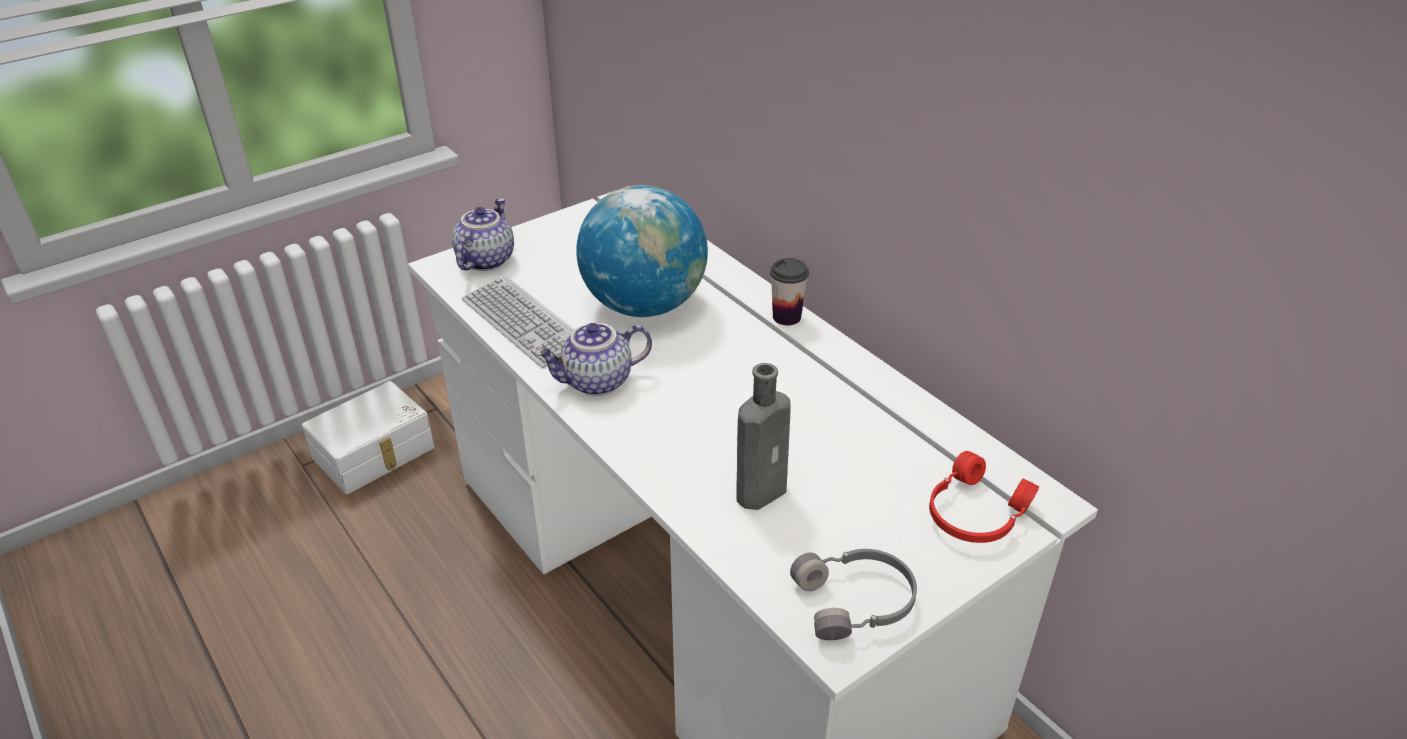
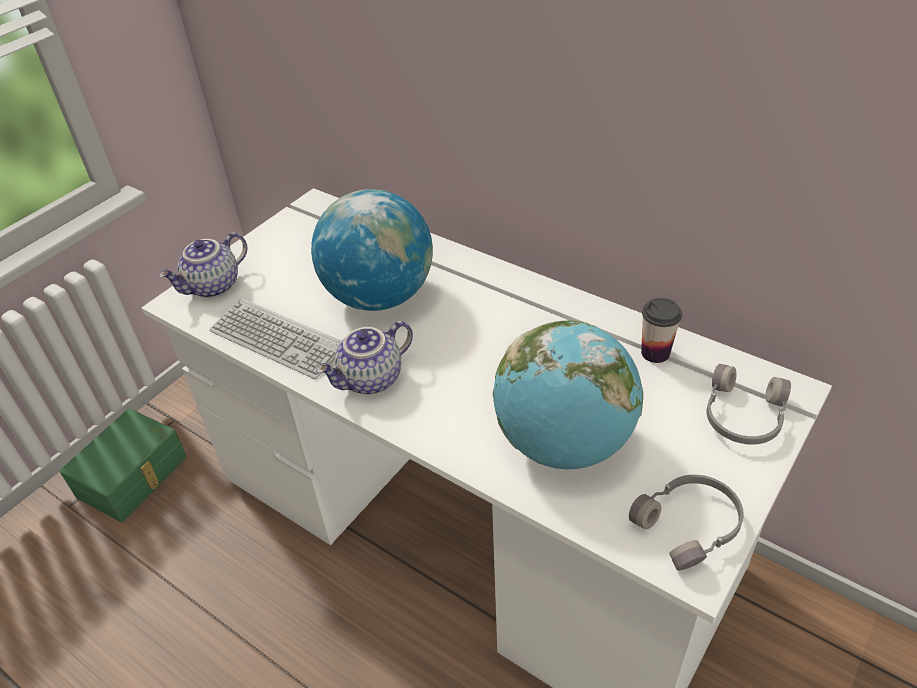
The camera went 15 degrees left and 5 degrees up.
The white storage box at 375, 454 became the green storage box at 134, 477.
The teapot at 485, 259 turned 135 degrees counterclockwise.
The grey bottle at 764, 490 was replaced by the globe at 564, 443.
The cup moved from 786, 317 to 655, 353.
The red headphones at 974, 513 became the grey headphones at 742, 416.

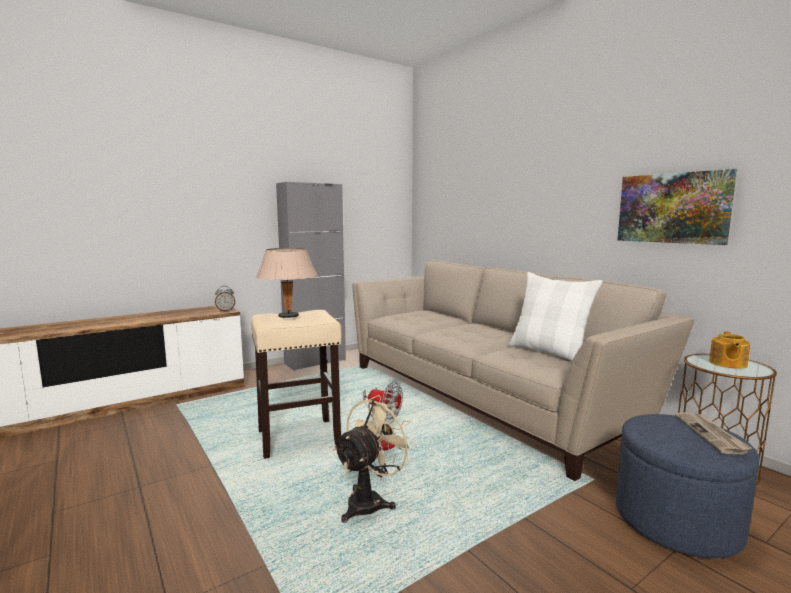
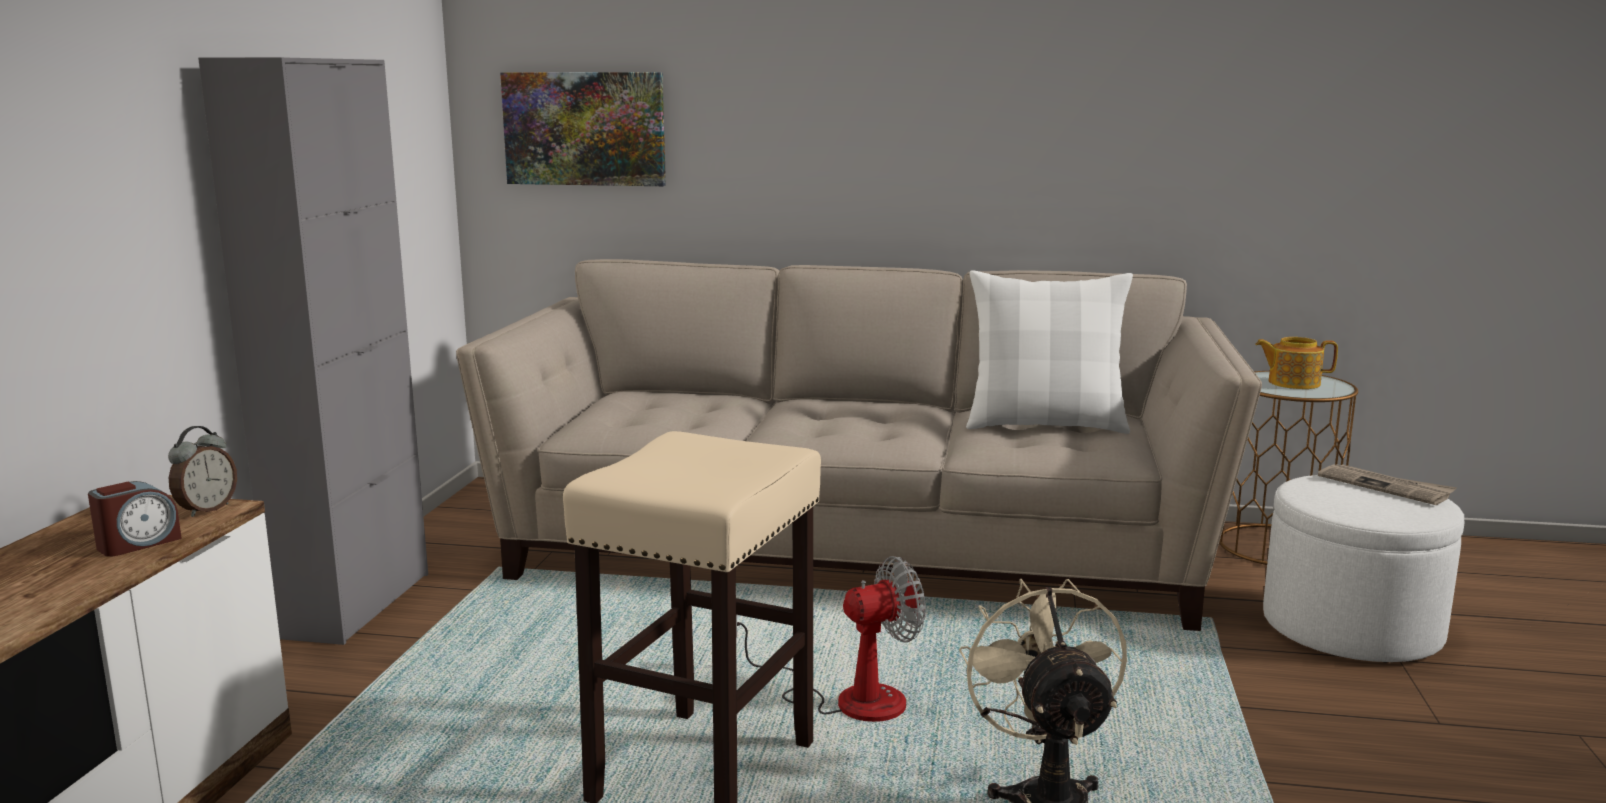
The camera went 45 degrees left and 5 degrees up.
The beige table lamp at 288, 316 disappeared.
The blue ottoman at 676, 521 became the white ottoman at 1351, 628.
The picture moved from 672, 208 to 585, 129.
The teapot at 727, 363 turned 120 degrees clockwise.
The alarm clock at 138, 543 appeared.

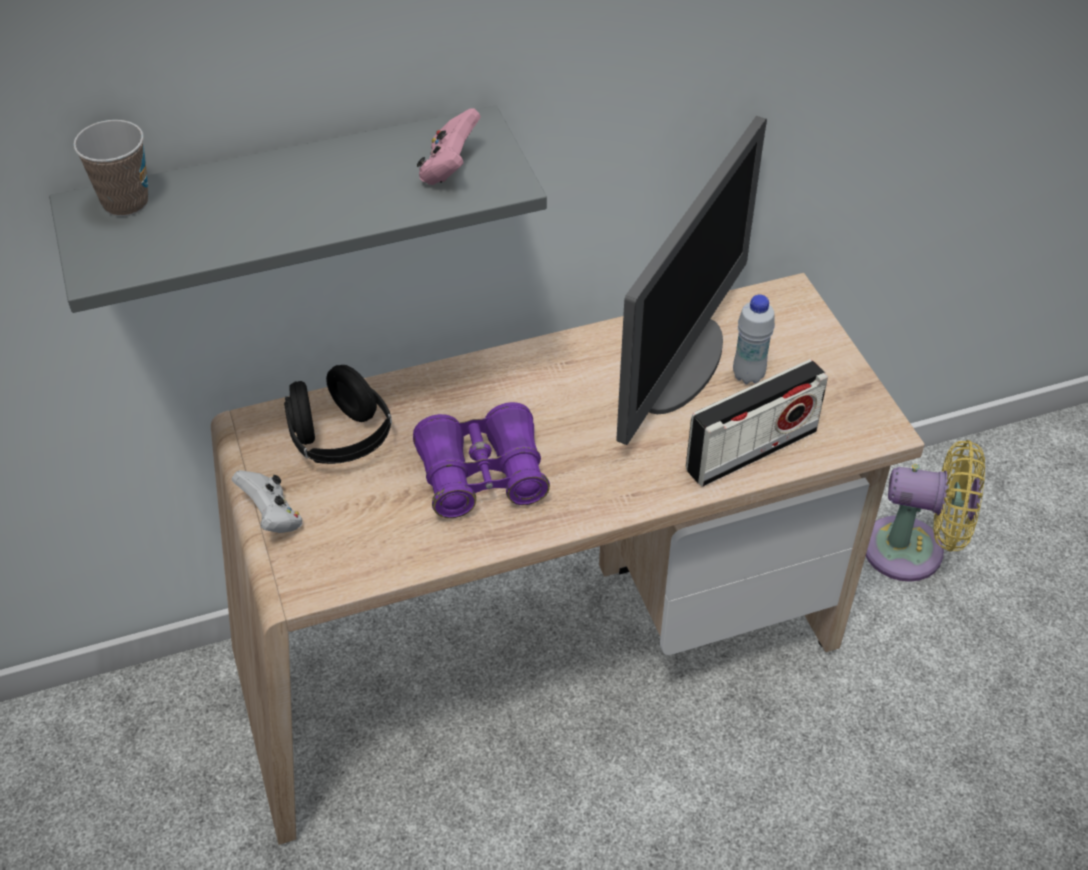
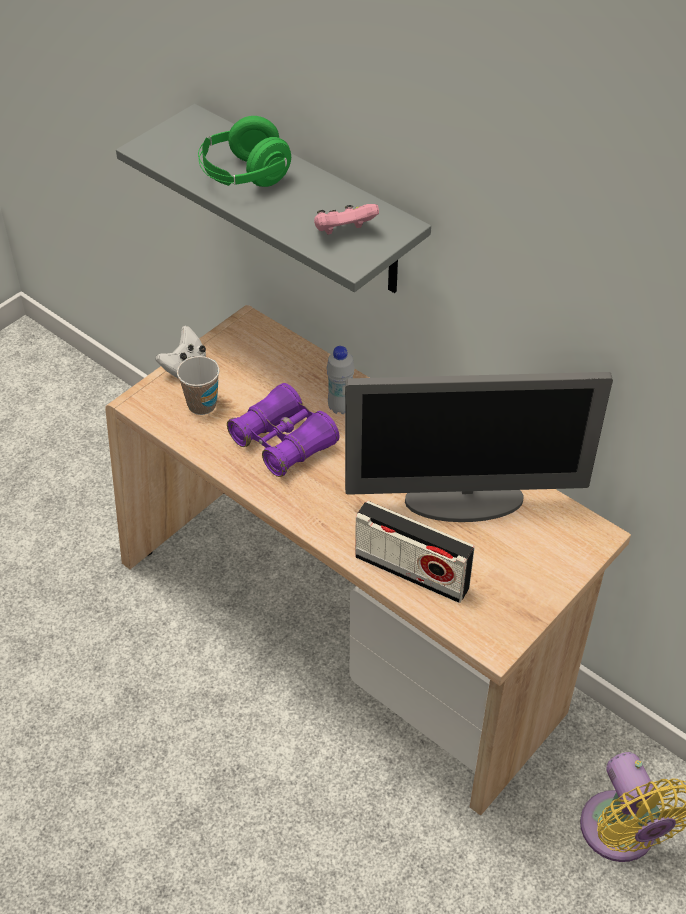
The camera went 60 degrees right and 0 degrees up.
The cup moved from 125, 203 to 202, 405.
The black headphones at 340, 440 disappeared.
The white bottle moved from 748, 375 to 340, 407.
The green headphones at 244, 176 appeared.

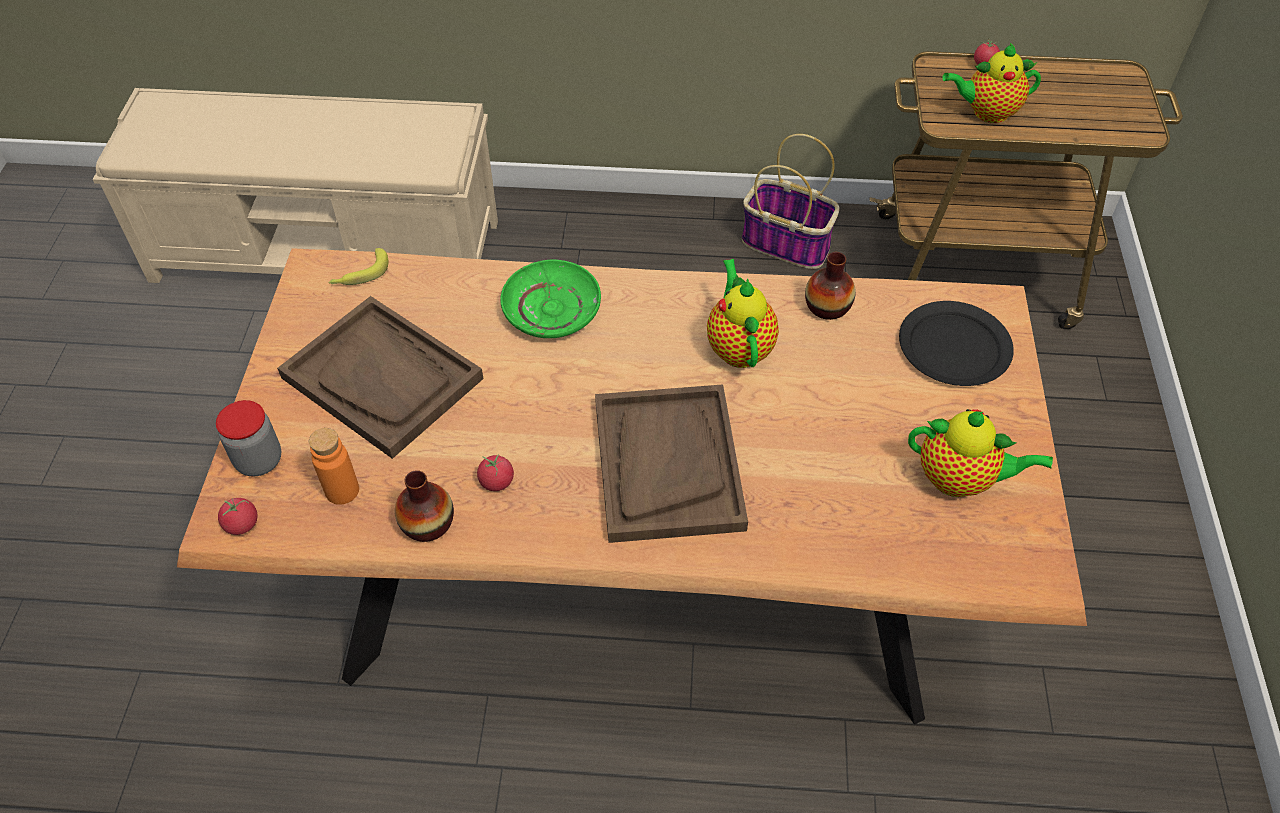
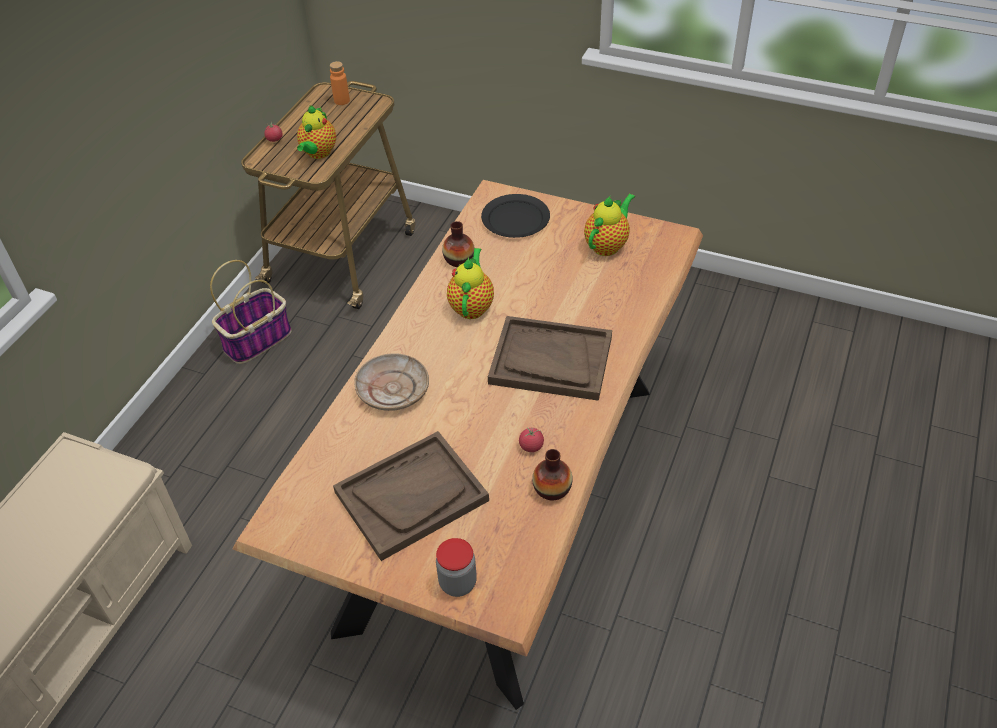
The camera went 70 degrees left and 5 degrees down.
The tomato at 242, 524 disappeared.
The orange bottle moved from 342, 490 to 342, 101.
The banana at 360, 274 disappeared.
The green plate at 552, 309 became the beige plate at 392, 389.
The teapot at 739, 347 turned 90 degrees clockwise.

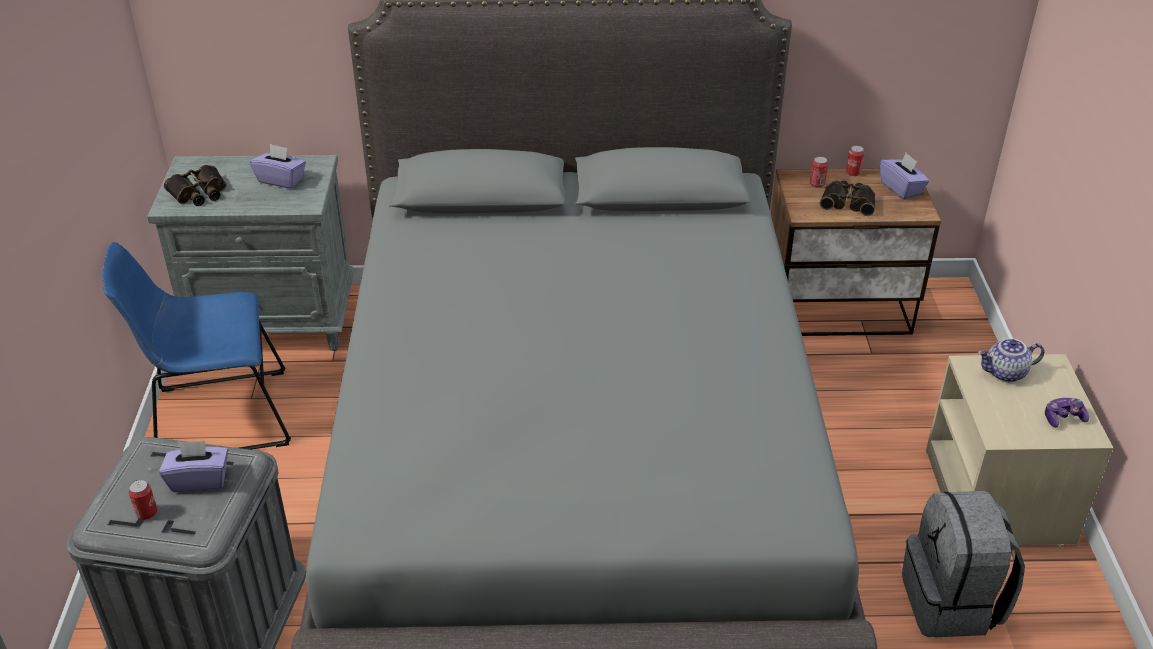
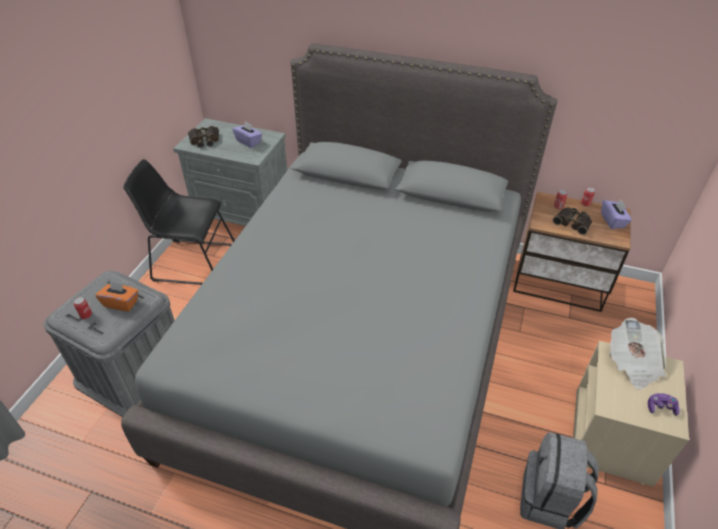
The camera went 20 degrees right and 5 degrees up.
The blue chair at 215, 417 became the black chair at 191, 262.
The purple tissue box at 199, 480 became the orange tissue box at 121, 303.
The teapot at 1005, 374 was replaced by the newspaper at 633, 364.

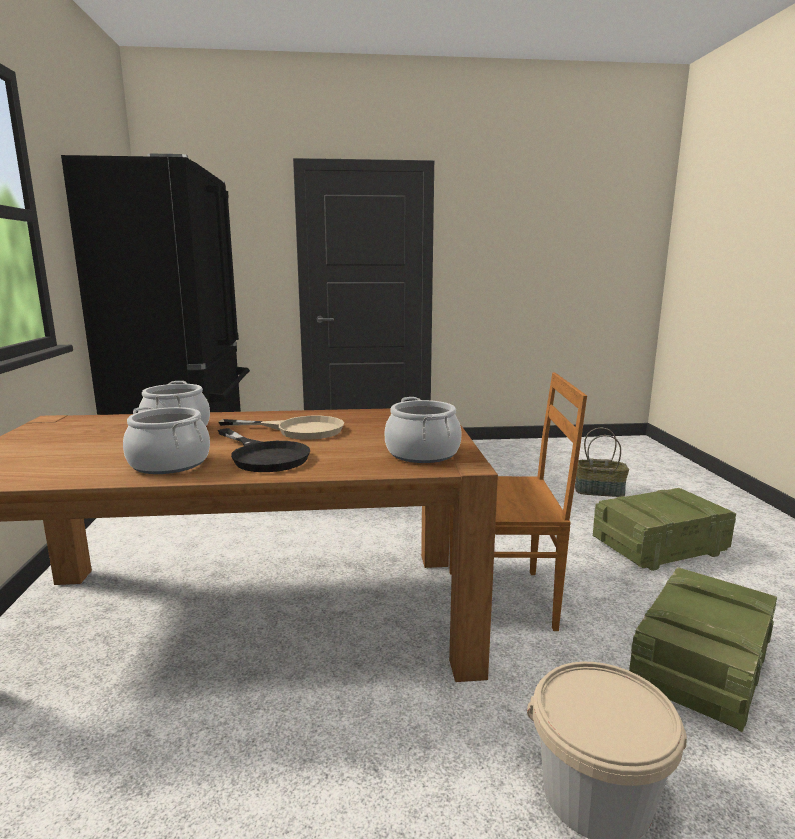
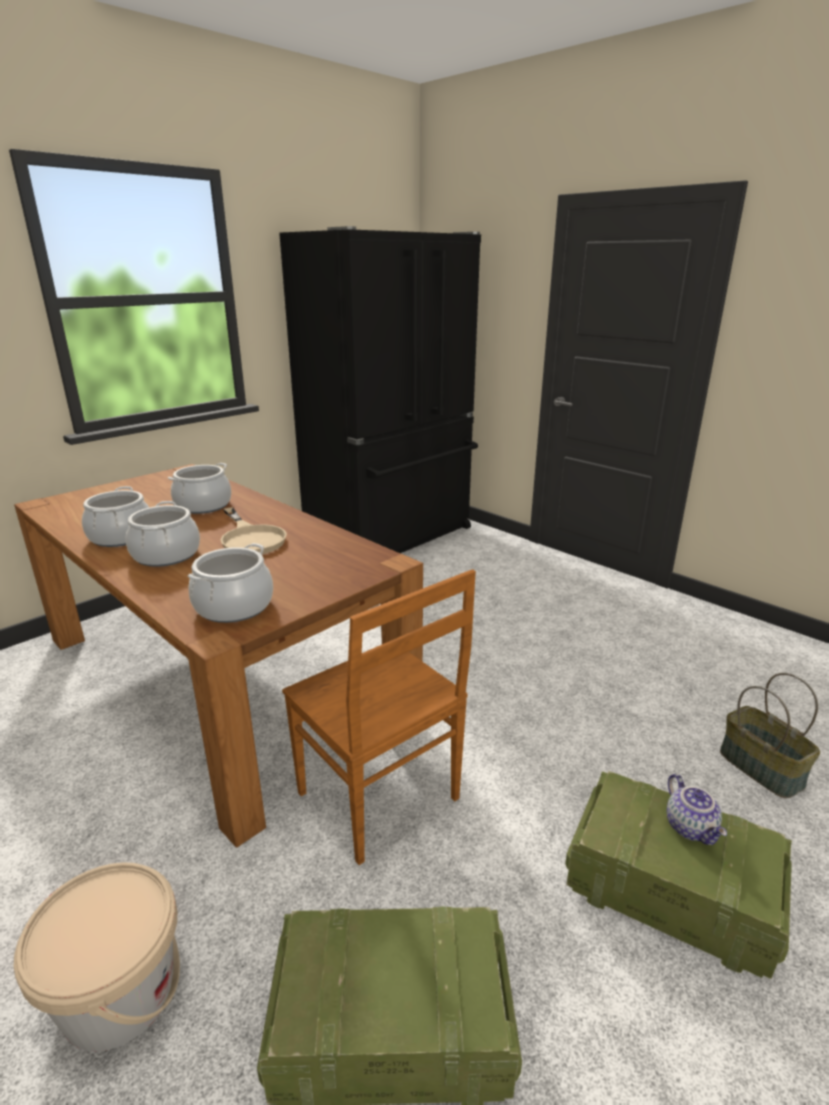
The camera went 50 degrees right and 10 degrees up.
The black frying pan at 264, 456 was replaced by the cooking pot at 166, 555.
The teapot at 691, 828 appeared.

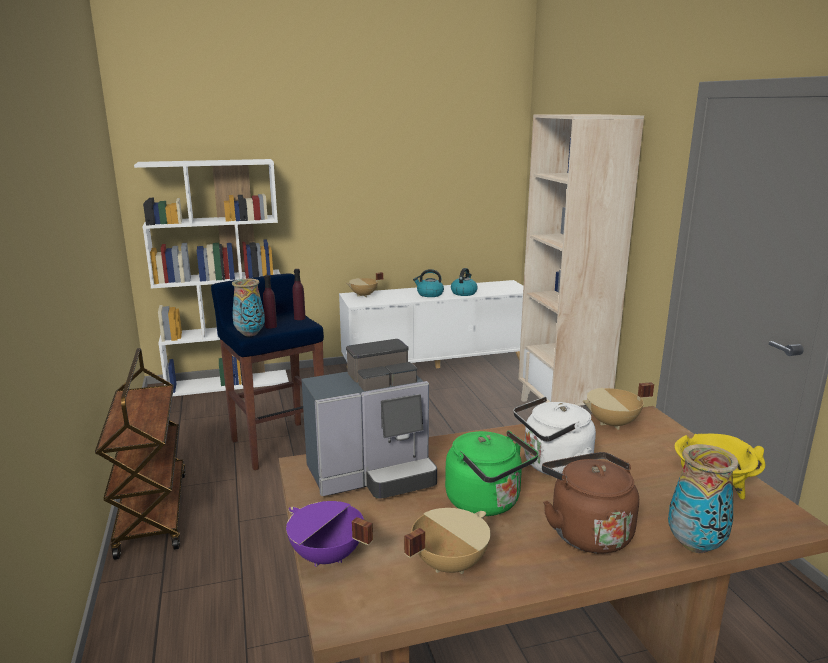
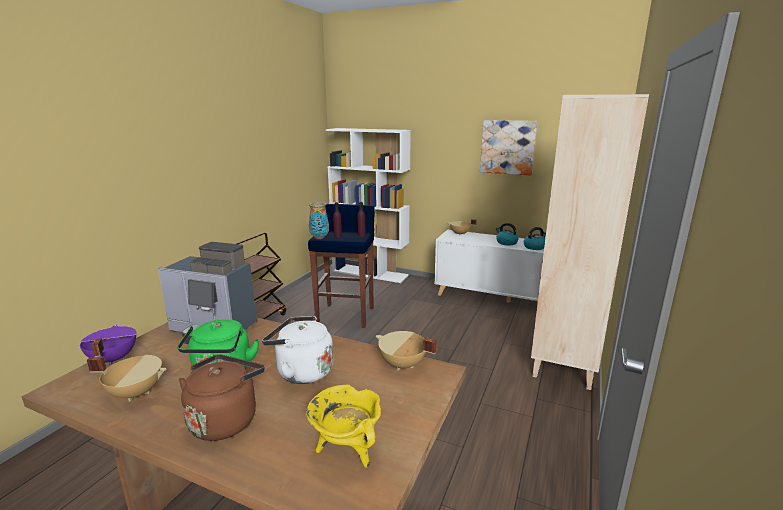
The camera went 40 degrees right and 0 degrees up.
The vase at 695, 545 disappeared.
The picture at 507, 147 appeared.

